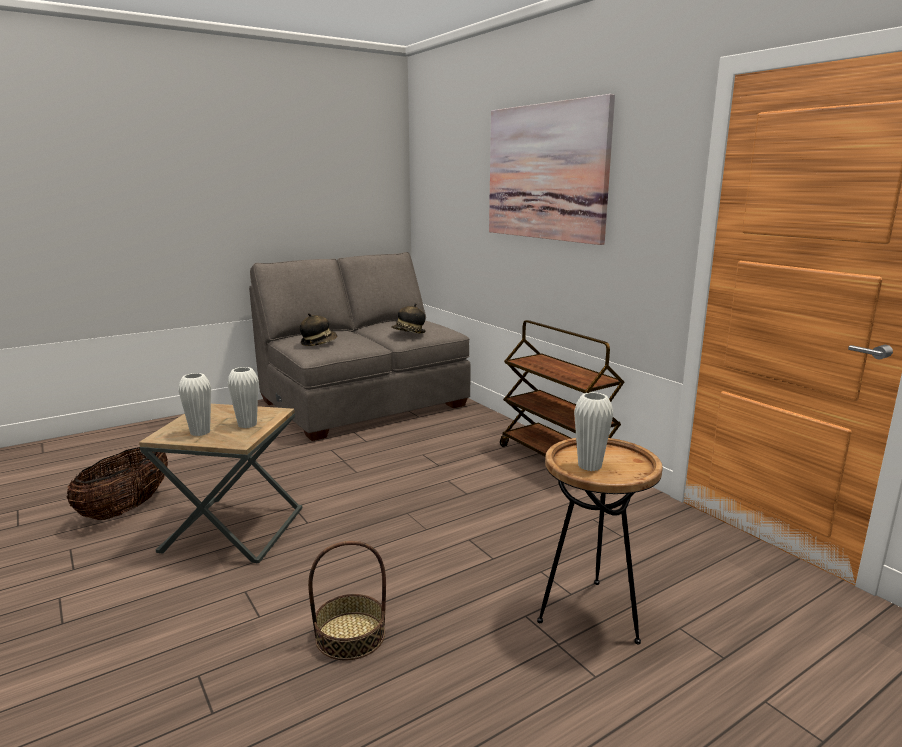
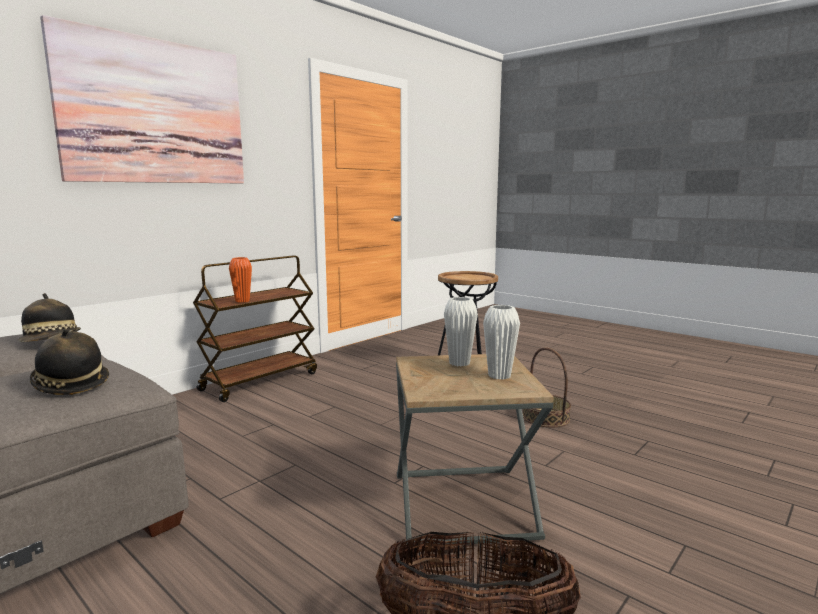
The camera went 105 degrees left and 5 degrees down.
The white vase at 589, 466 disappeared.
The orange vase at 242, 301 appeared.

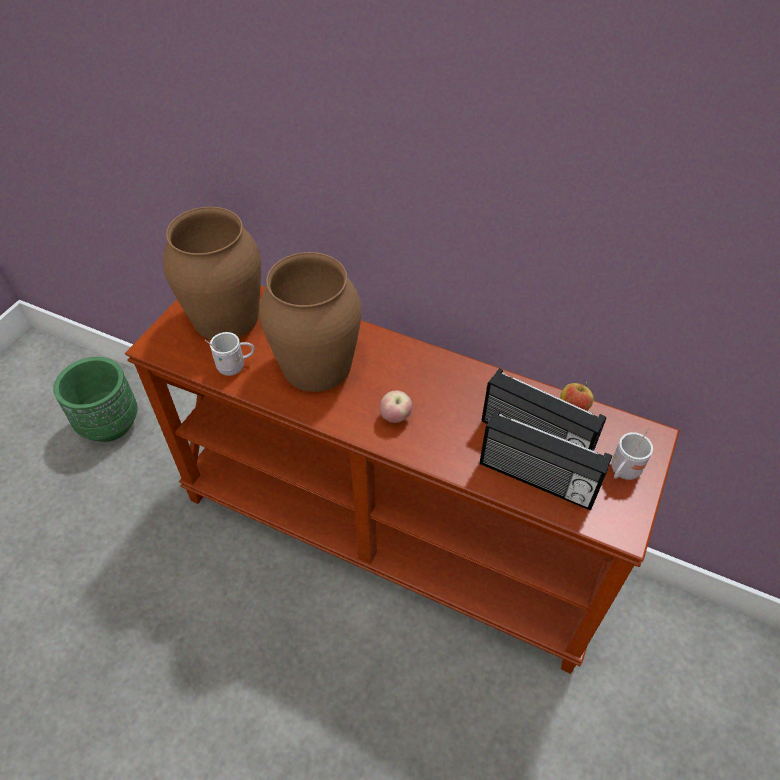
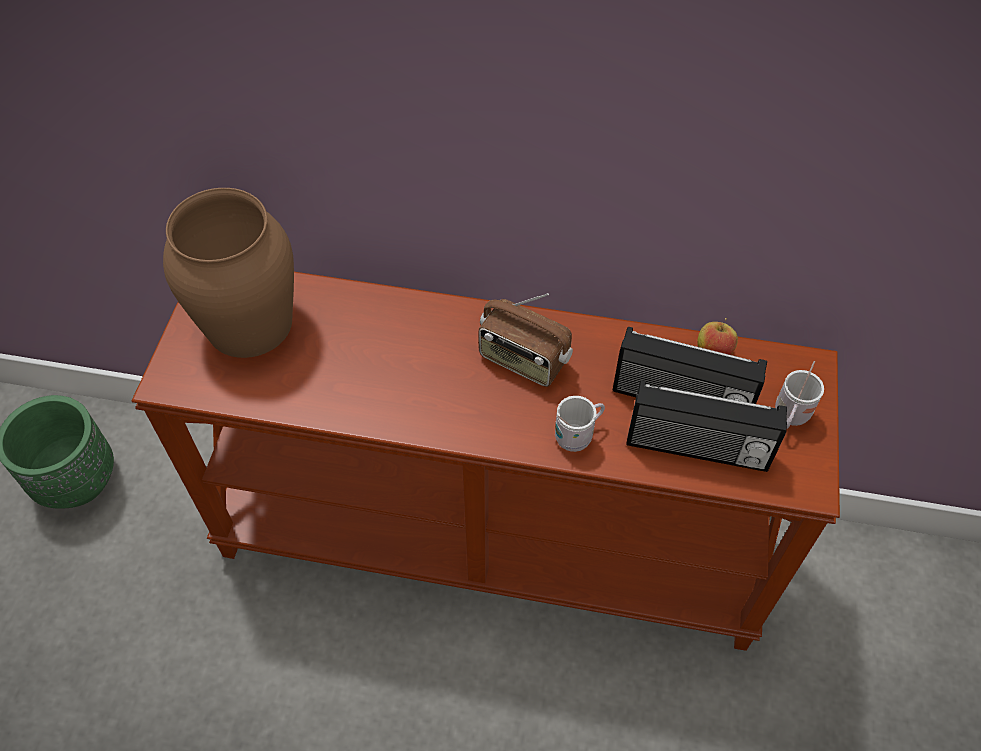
The camera went 15 degrees left and 5 degrees up.
The white mug moved from 235, 366 to 578, 435.
The brown vase at 317, 364 disappeared.
The apple at 395, 417 disappeared.
The radio at 523, 360 appeared.

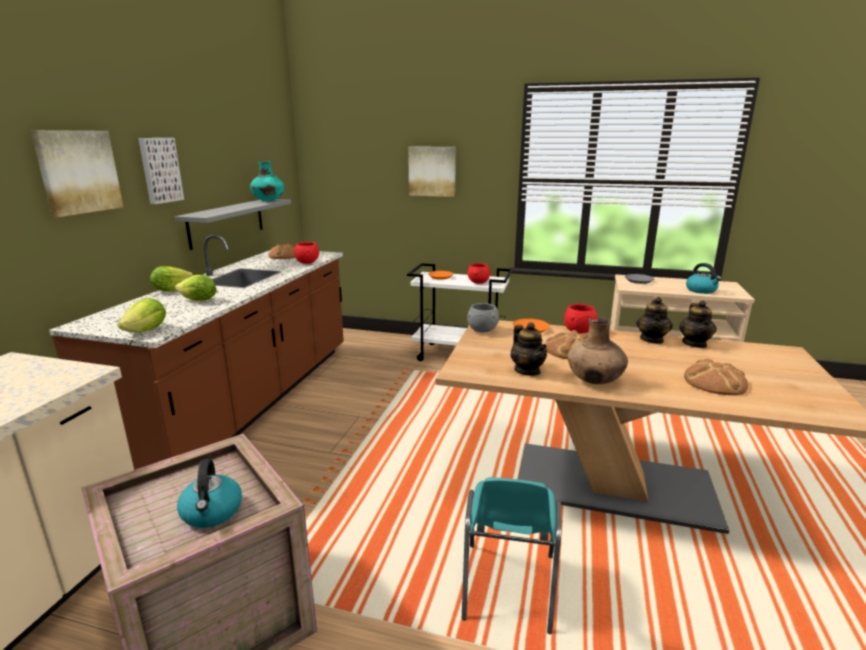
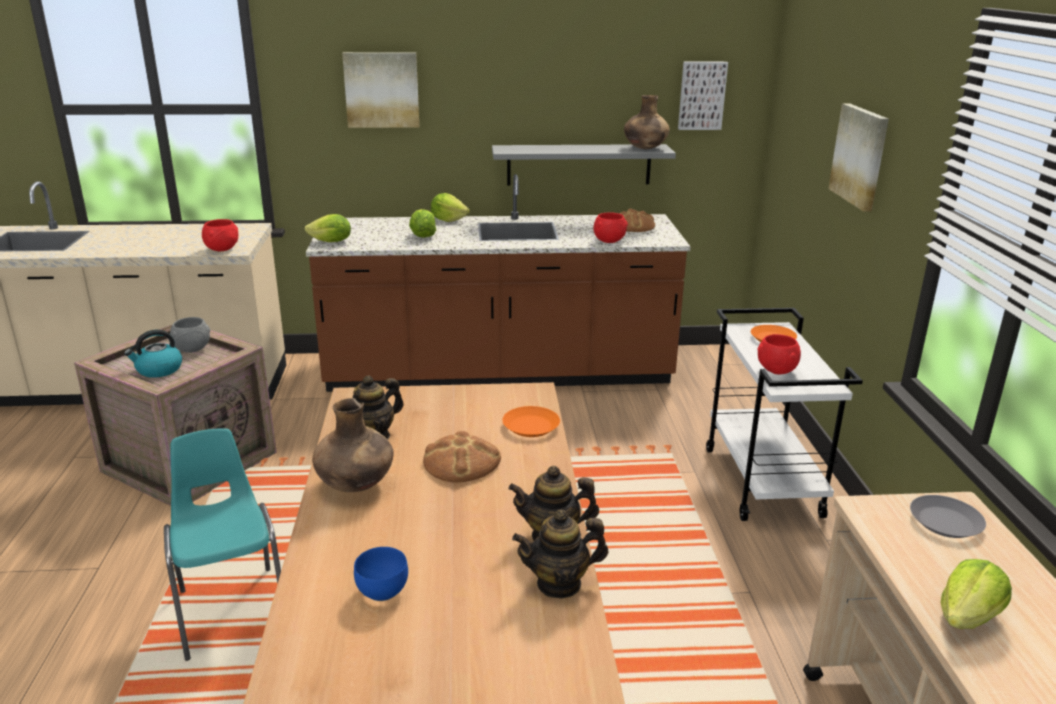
The camera went 70 degrees right and 5 degrees up.
The picture moved from 159, 170 to 701, 95.
The turquoise vase at 268, 201 became the brown vase at 645, 148.
The turquoise chair at 507, 588 turned 75 degrees clockwise.
The grey bowl moved from 482, 330 to 193, 350.
The red bowl moved from 578, 331 to 223, 250.
The bread at 714, 382 was replaced by the blue bowl at 384, 591.
The kettle at 701, 290 was replaced by the lettuce at 968, 618.

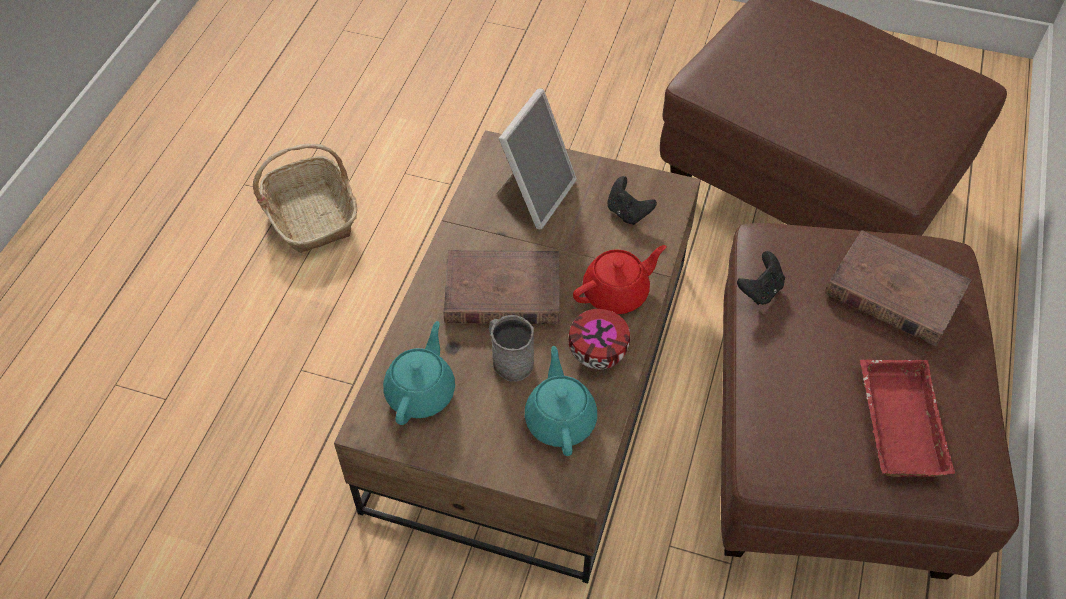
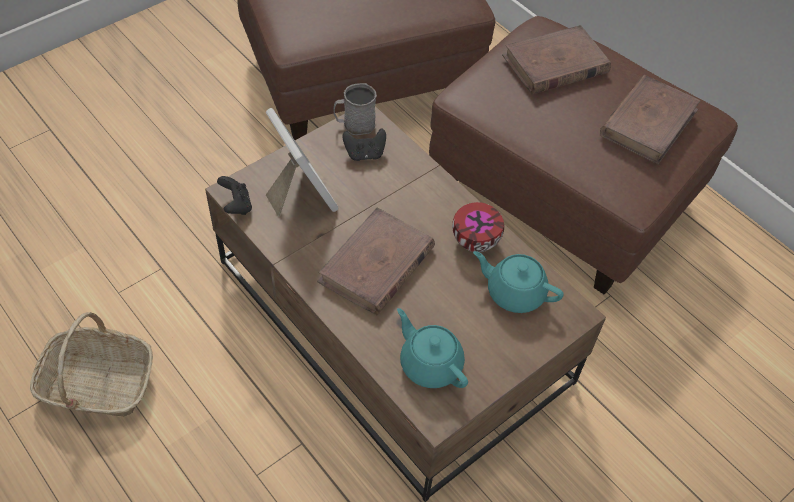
The camera went 60 degrees left and 0 degrees up.
The grey mug moved from 509, 359 to 354, 125.
The red teapot at 617, 293 disappeared.
The black game controller moved from 760, 290 to 236, 206.
The red tray at 896, 422 was replaced by the brown book at 648, 122.

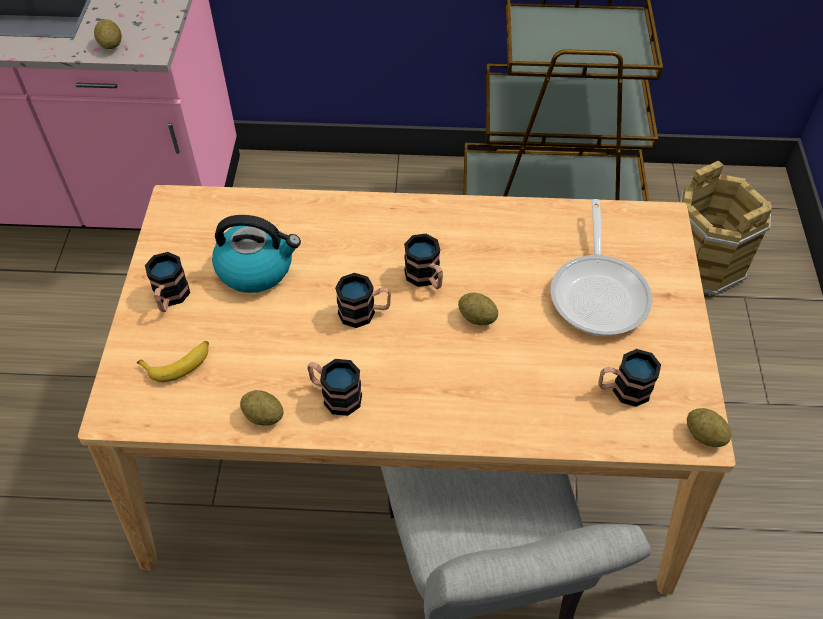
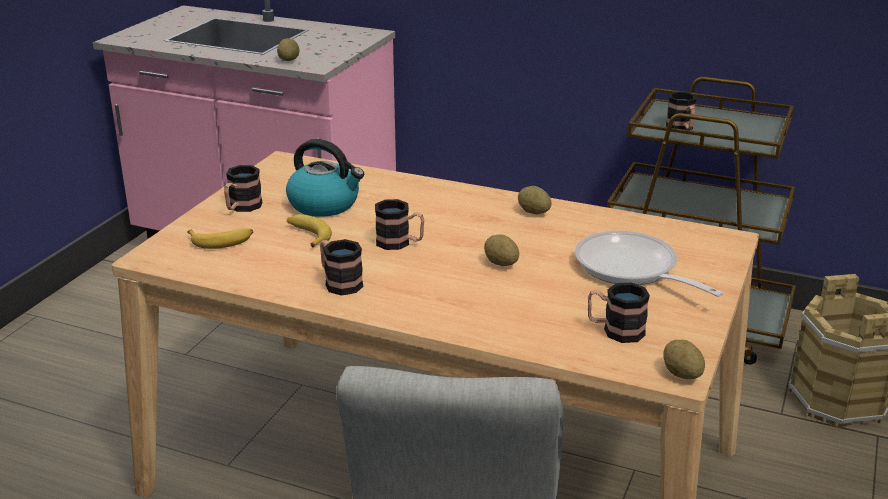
The camera went 20 degrees right and 25 degrees down.
The potato moved from 263, 416 to 534, 212.
The mug moved from 426, 278 to 682, 128.
The frying pan at 599, 292 turned 120 degrees clockwise.
The banana at 307, 235 appeared.

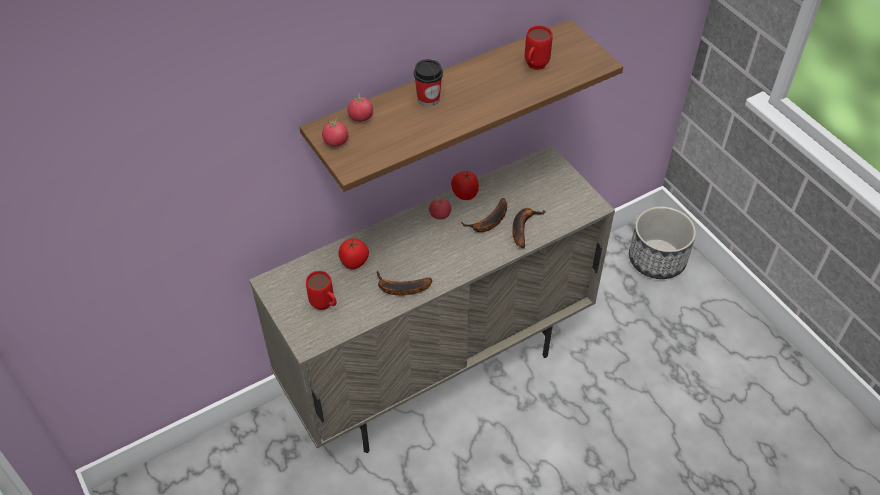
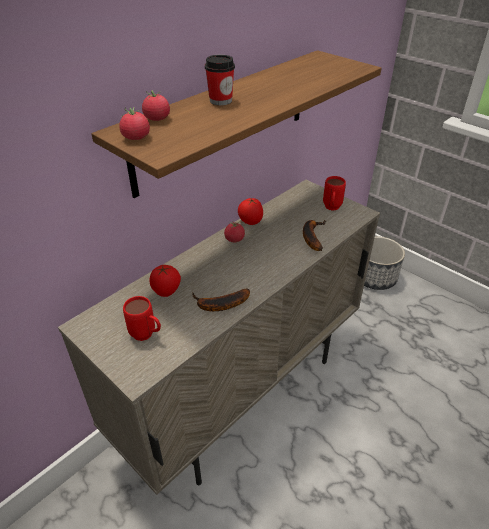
The camera went 15 degrees left and 10 degrees down.
The banana at 489, 222 disappeared.
The red mug moved from 534, 67 to 331, 209.

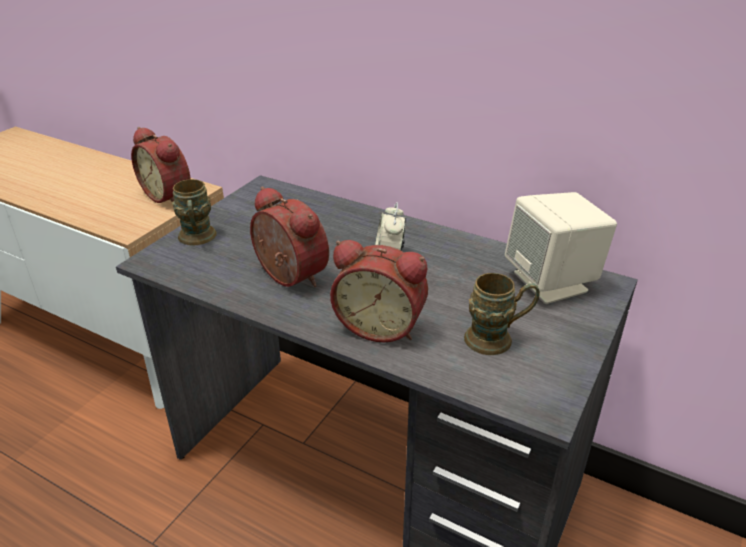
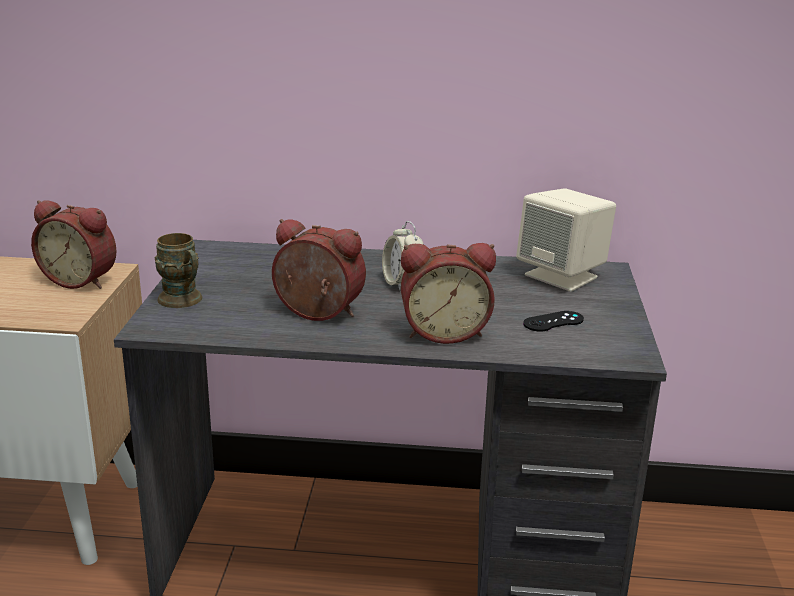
The camera went 25 degrees left and 10 degrees down.
The brown mug at 497, 339 was replaced by the black game controller at 553, 322.

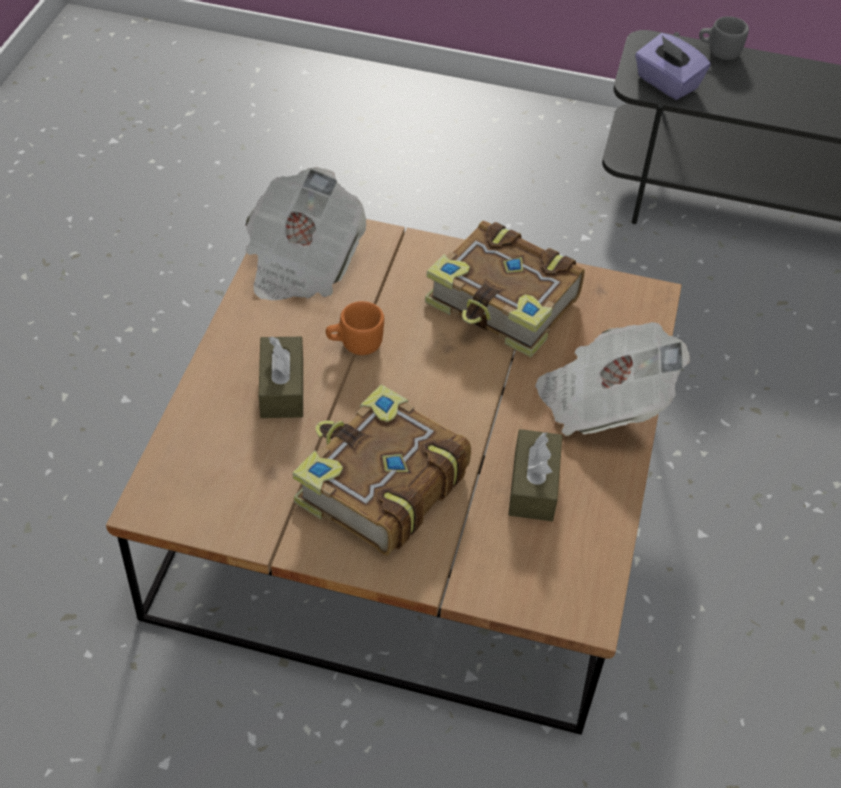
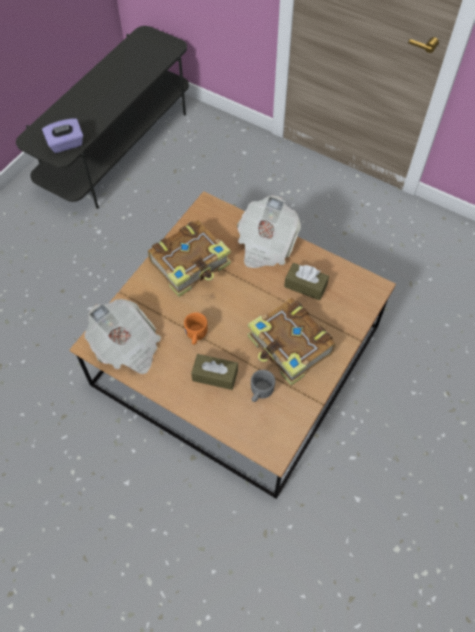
The camera went 70 degrees left and 10 degrees up.
The grey mug moved from 718, 52 to 260, 392.

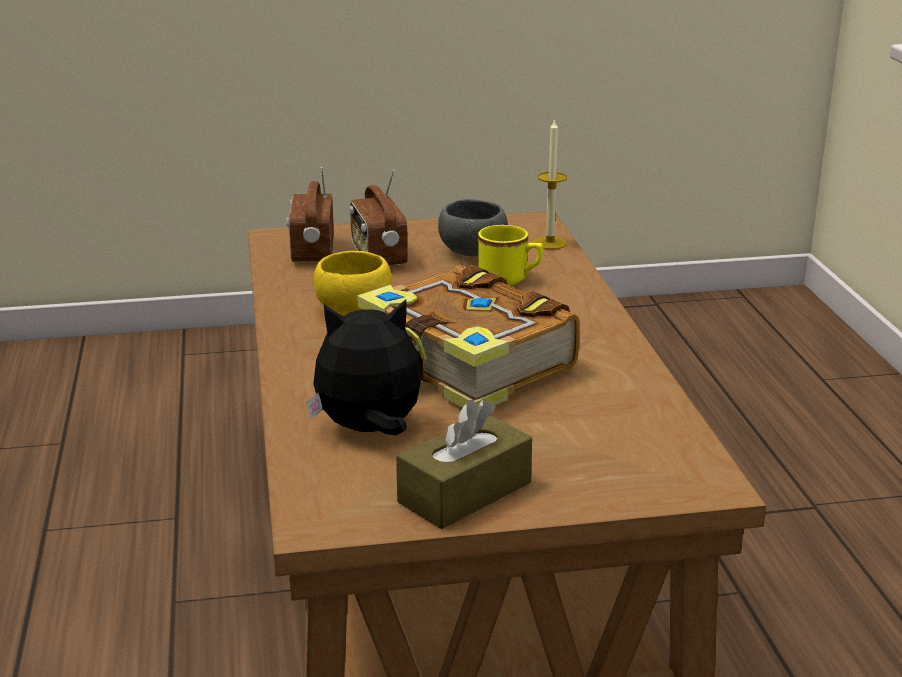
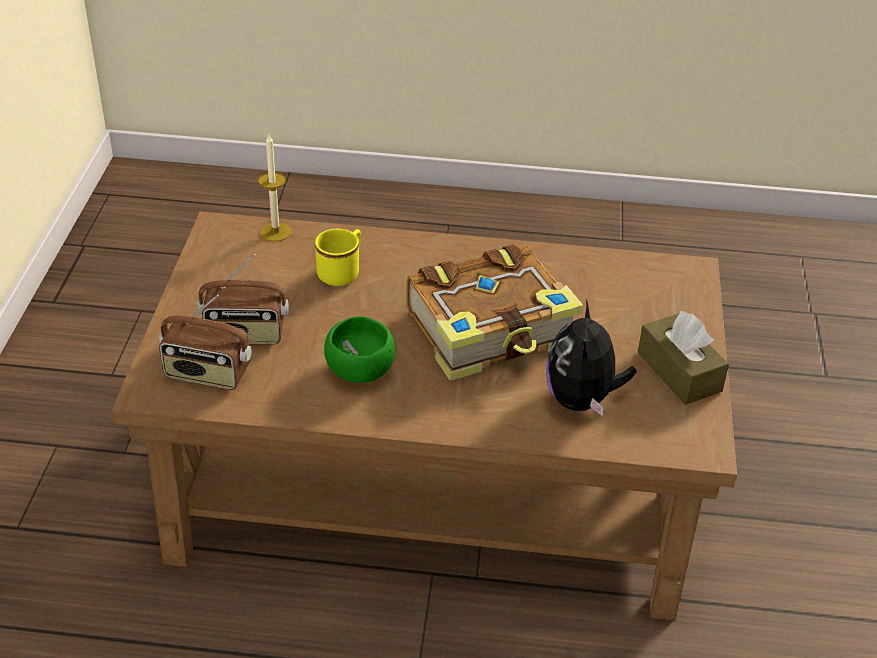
The camera went 75 degrees left and 15 degrees up.
The yellow bowl at 352, 309 became the green bowl at 358, 371.
The grey bowl at 471, 252 disappeared.

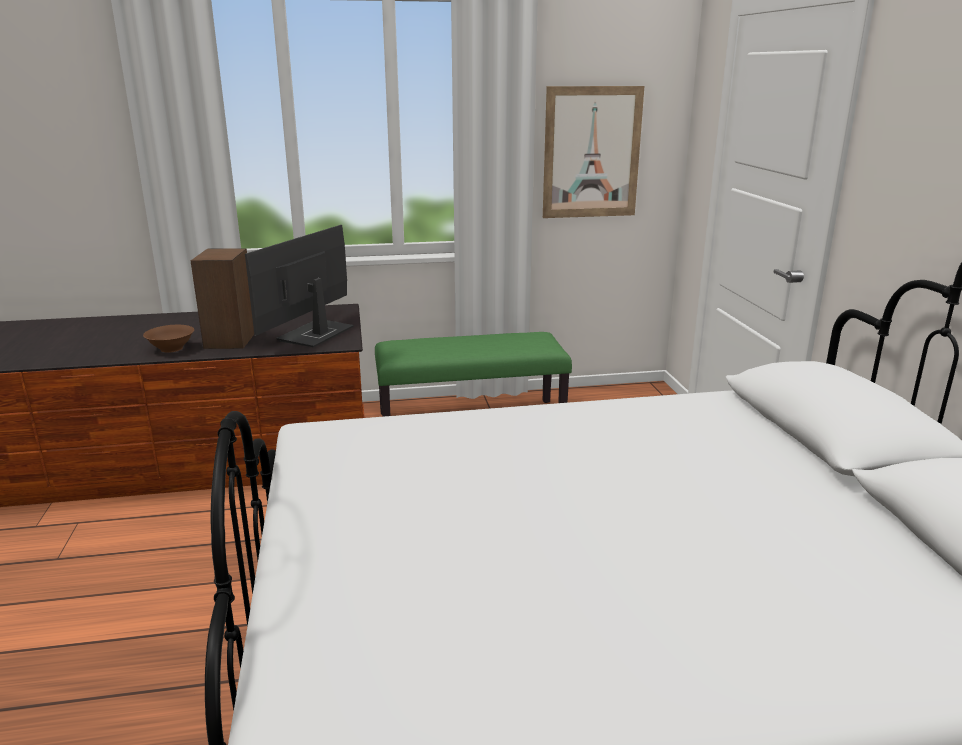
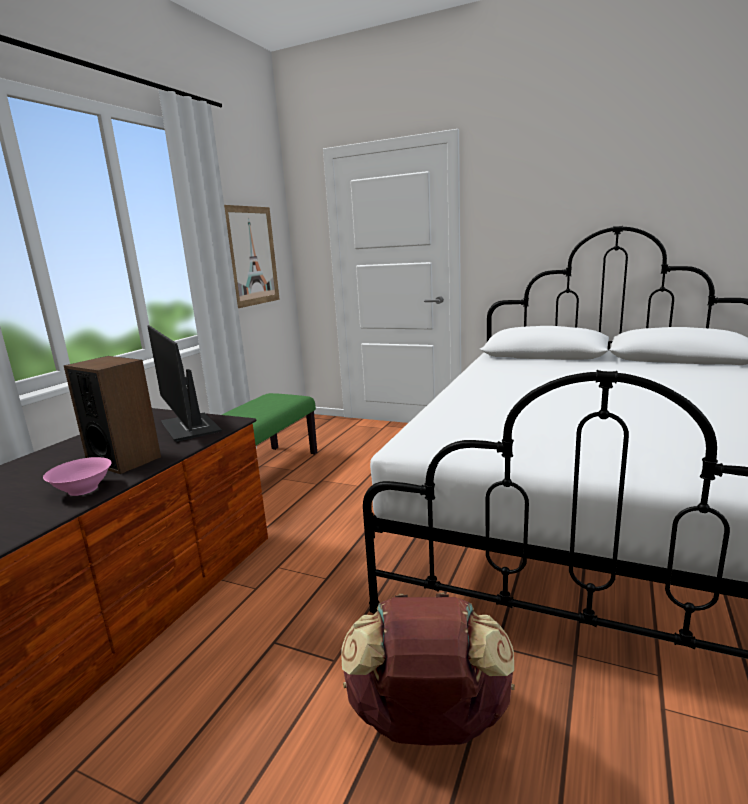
The camera went 55 degrees left and 5 degrees down.
The brown bowl at 172, 349 became the pink bowl at 84, 489.
The brown backpack at 428, 724 appeared.

